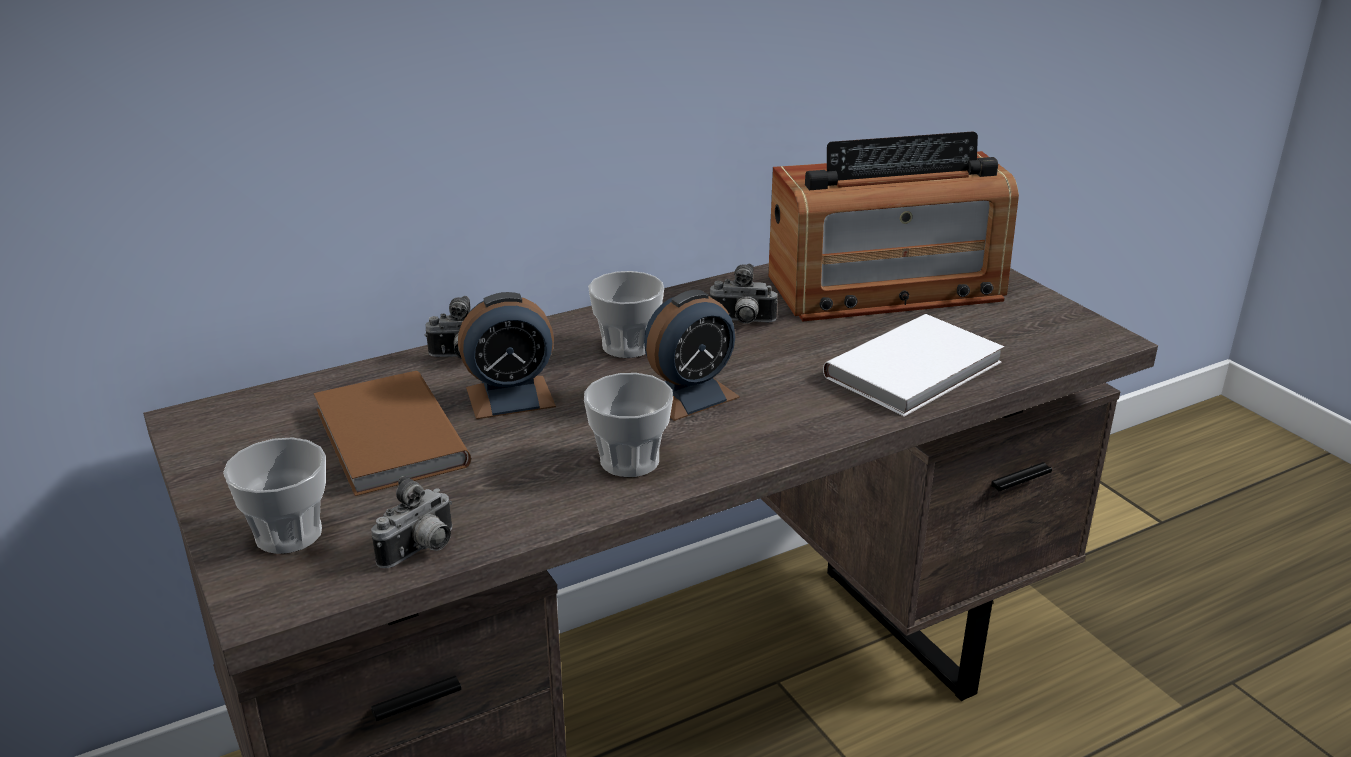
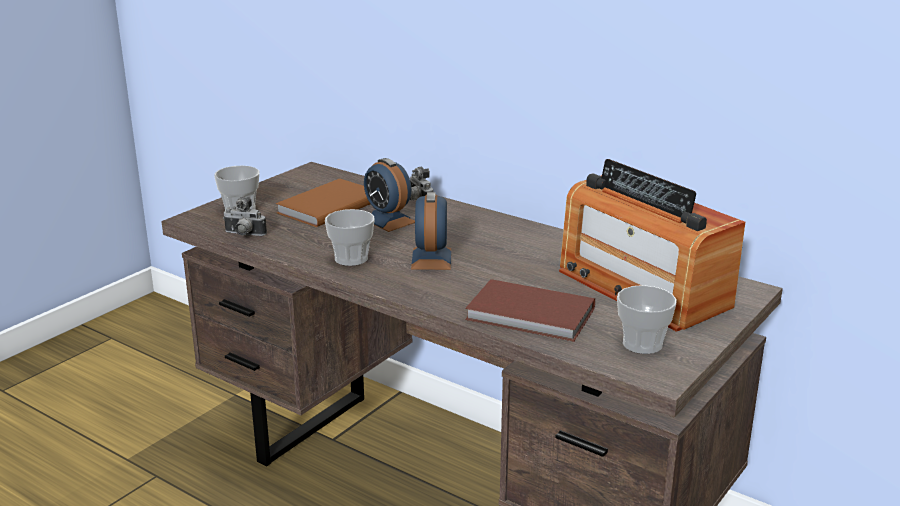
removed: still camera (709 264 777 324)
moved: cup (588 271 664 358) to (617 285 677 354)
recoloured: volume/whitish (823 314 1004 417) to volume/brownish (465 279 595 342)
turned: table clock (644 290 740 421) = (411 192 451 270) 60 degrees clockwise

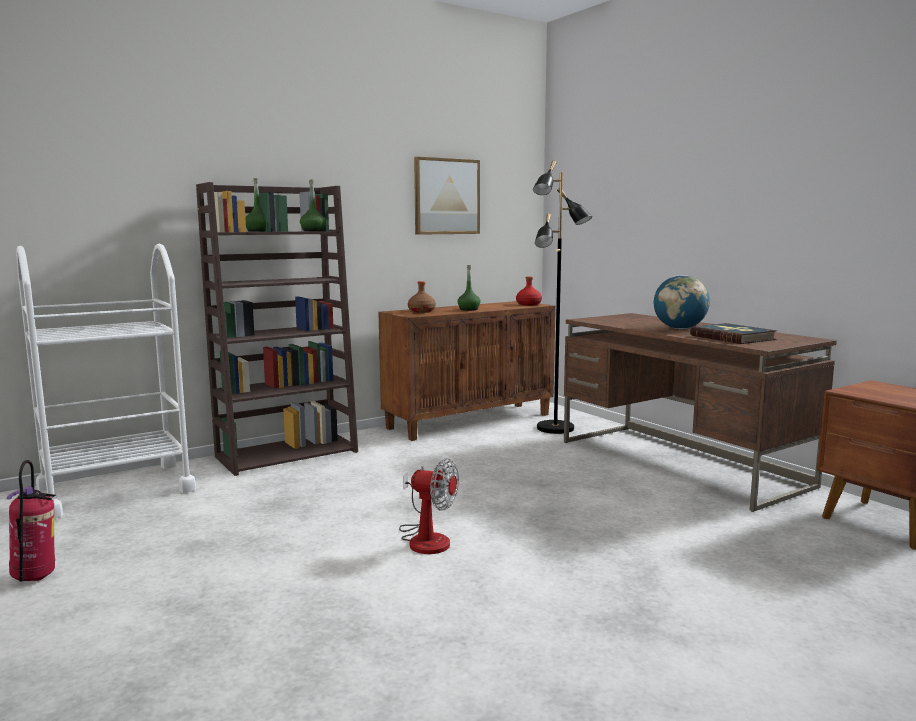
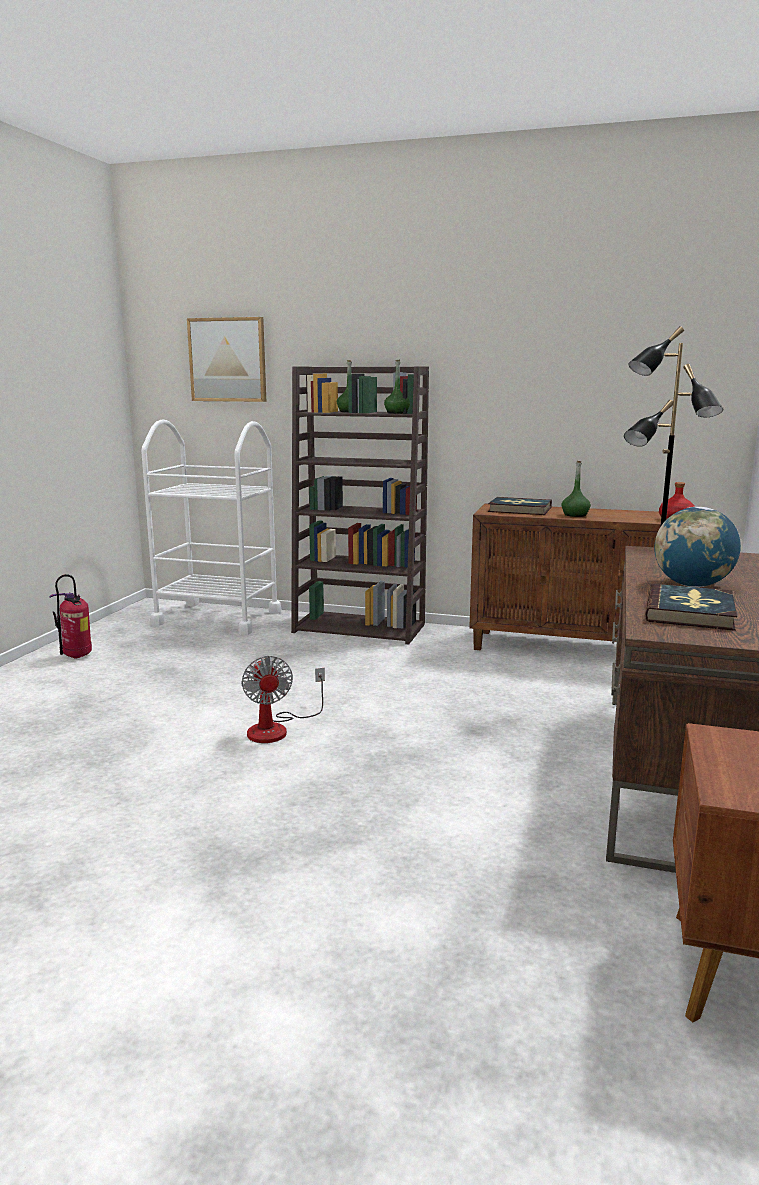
moved: wall picture (414 157 480 235) to (187 317 266 402)
replaced: drink bottle/brownish (408 281 436 313) to volume (488 497 552 515)

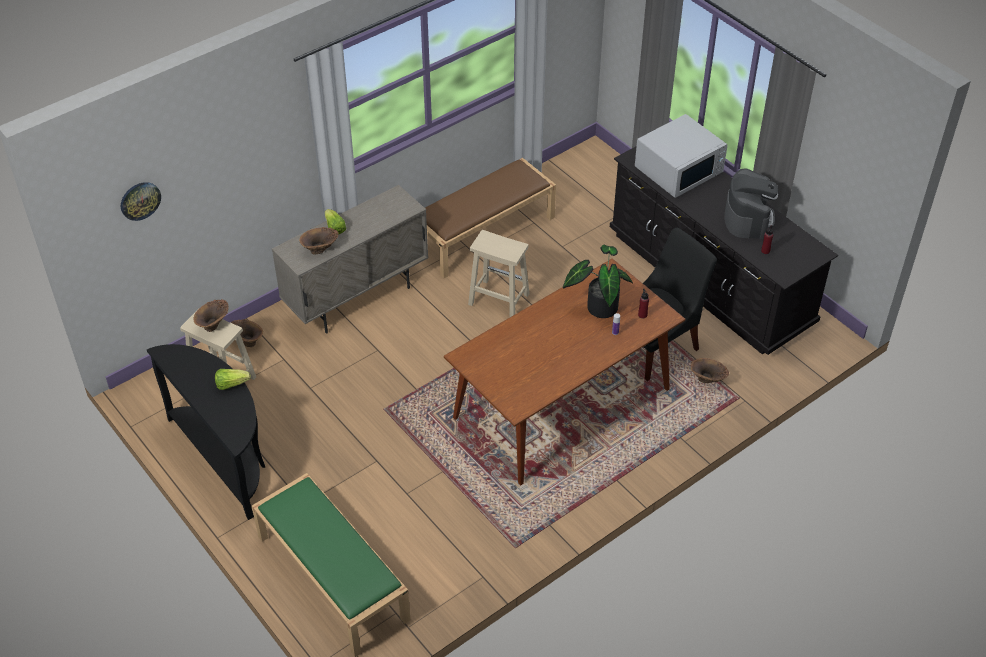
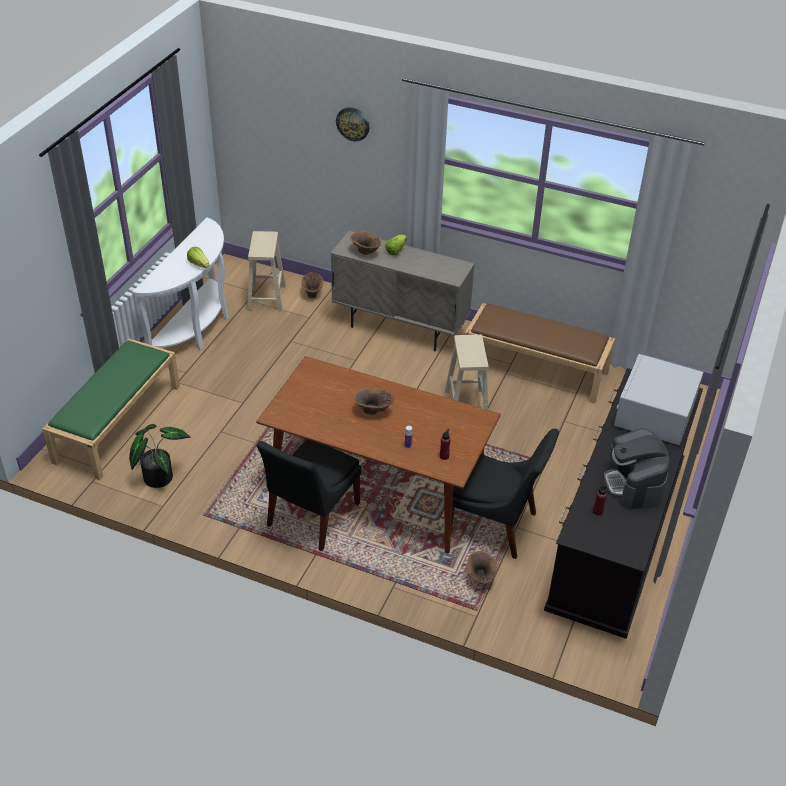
added: upright chair/black (256 439 361 551)
moved: potted plant (563 245 633 318) to (129 424 190 488); hanging clock (121 182 161 221) to (336 107 369 141); flower vase/brownish (193 299 229 332) to (354 388 395 415)
recoloured: hall table/black (147 344 265 520) to hall table/whitish (132 218 228 349)
turned: coffee machine (724 168 778 239) = (603 428 670 510) 105 degrees clockwise; kitchen microwave/whitish (635 114 728 198) = (614 354 703 446) 90 degrees clockwise

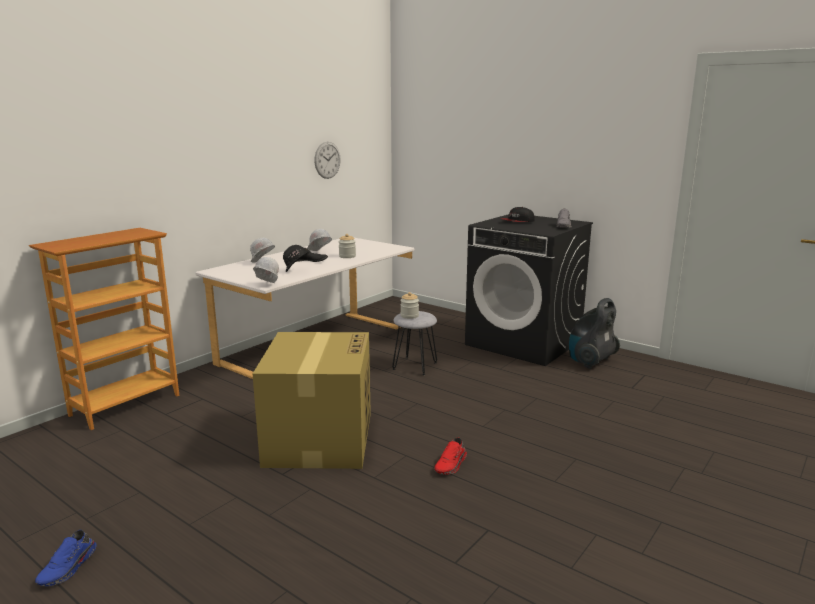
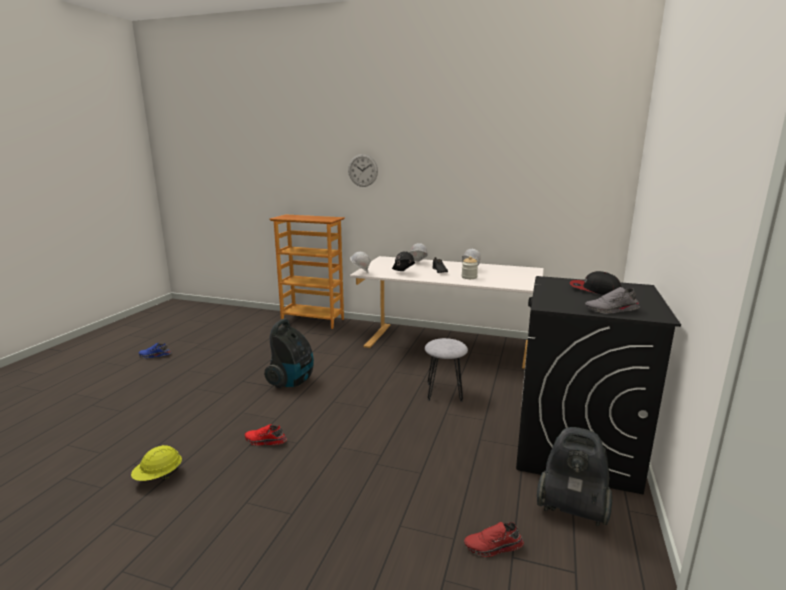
removed: storage jar (400 292 419 319)
added: work helmet/yellow-coloured (131 445 182 481); shoe/red-coloured (464 522 524 557)
moved: hanging clock (314 142 341 179) to (348 154 378 187)
replaced: carton (253 332 371 469) to vacuum cleaner (264 319 314 388)

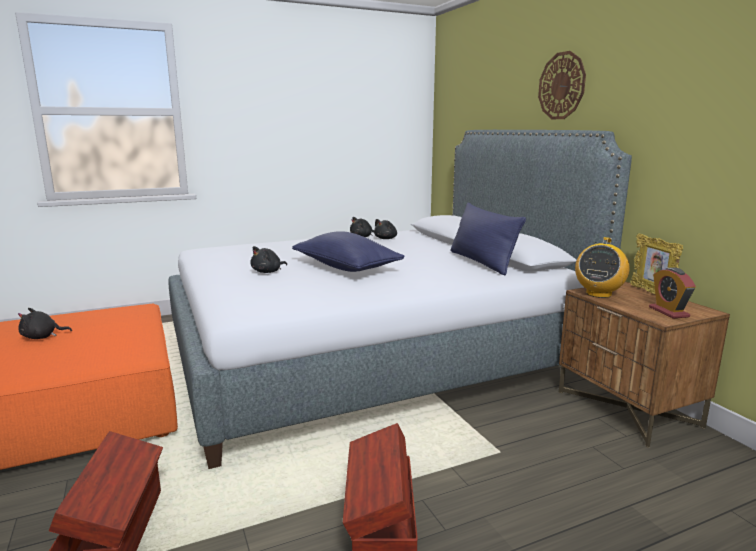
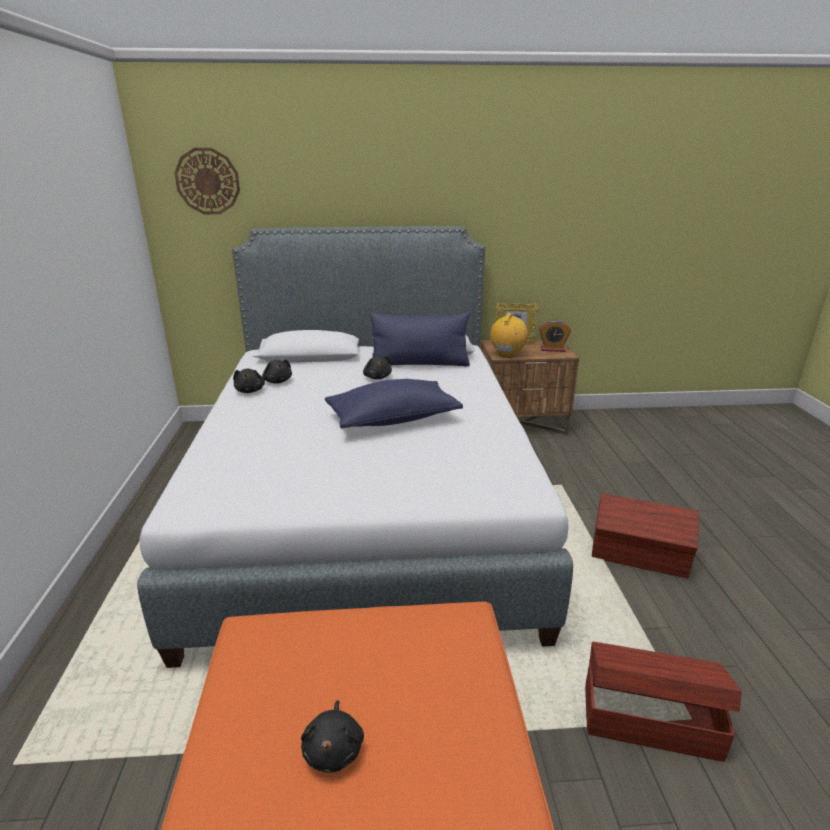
moved: hanging clock (538 51 586 119) to (174 148 240 214); cuddly toy/black (250 246 287 273) to (363 356 392 379)
turned: radio receiver (575 237 630 298) = (490 313 528 358) 120 degrees counterclockwise

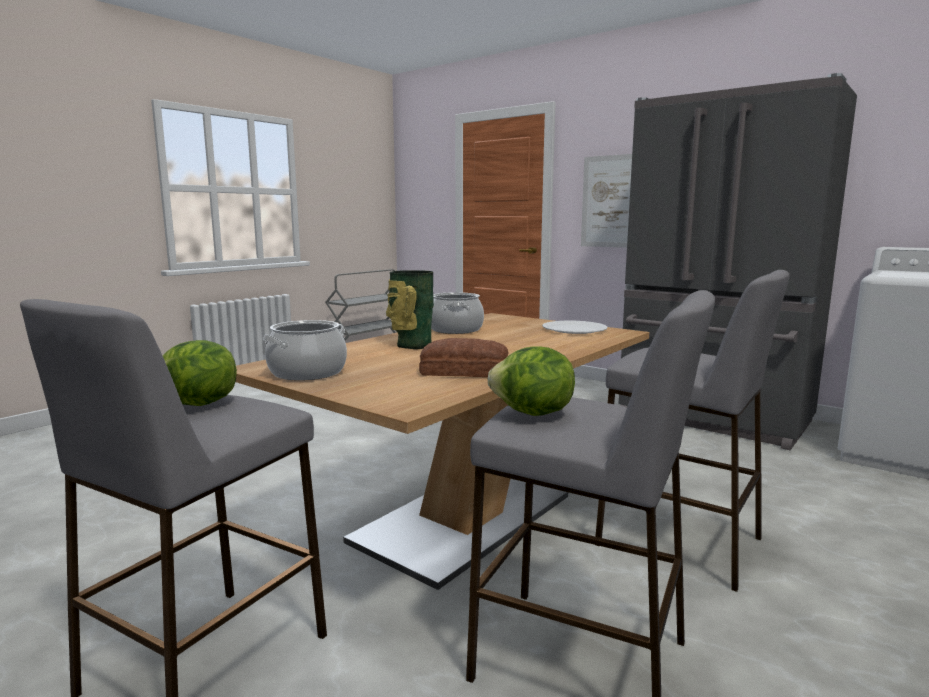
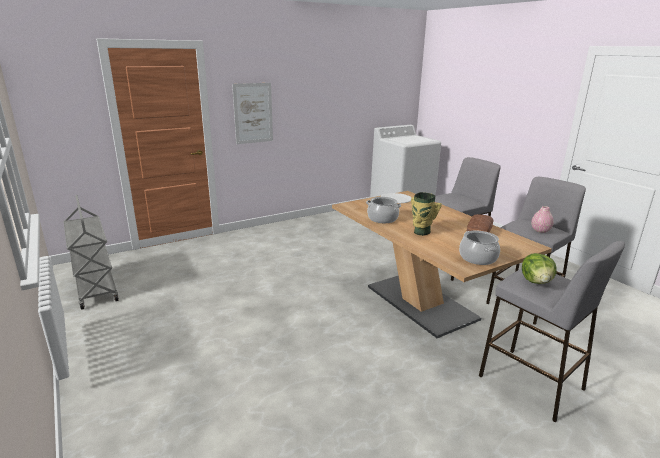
removed: refrigerator/greyish (619 73 857 450)
replaced: lettuce head (488 346 575 416) to flower vase/pink (531 206 554 233)

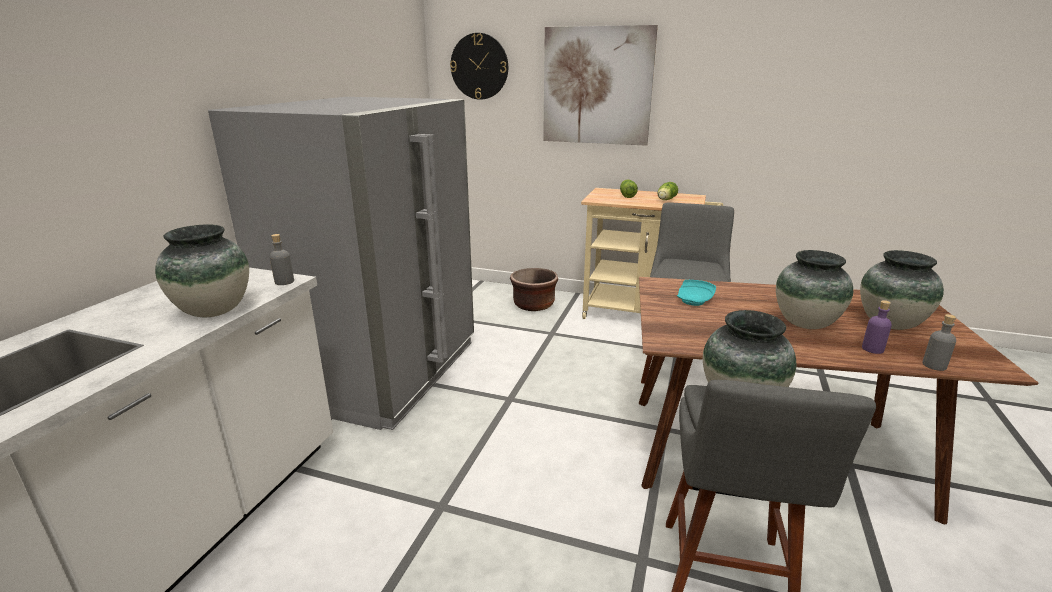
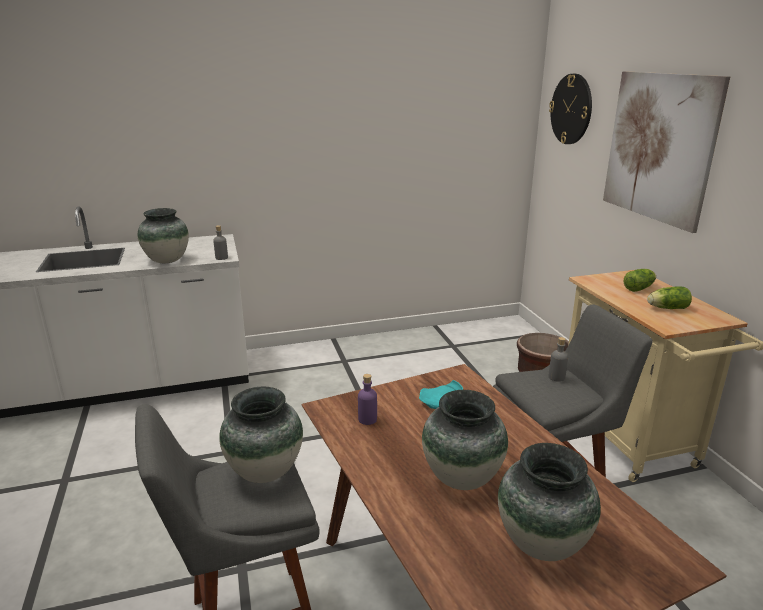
removed: refrigerator/greyish (208 97 474 430)
moved: drink bottle/purplish (862 300 892 354) to (358 374 377 425); drink bottle/greyish (922 314 956 371) to (549 337 568 382)

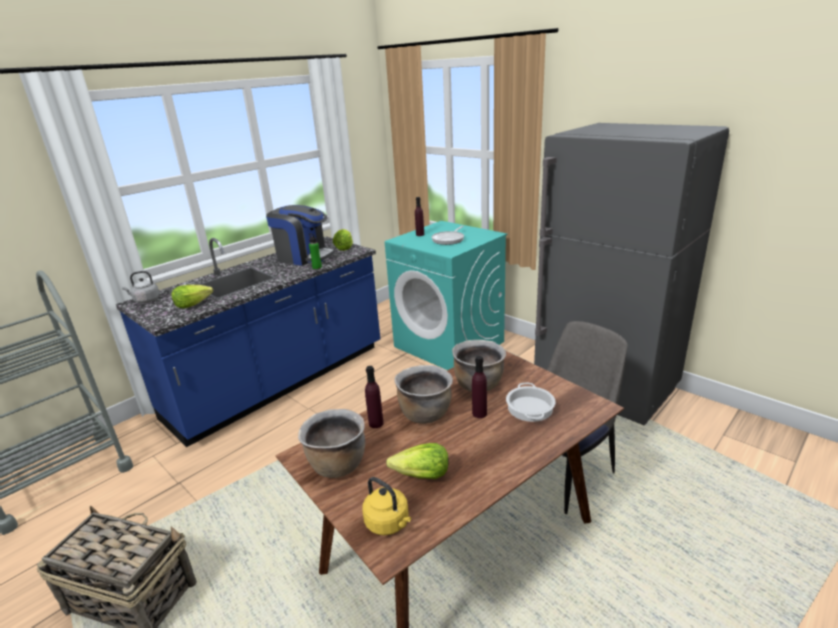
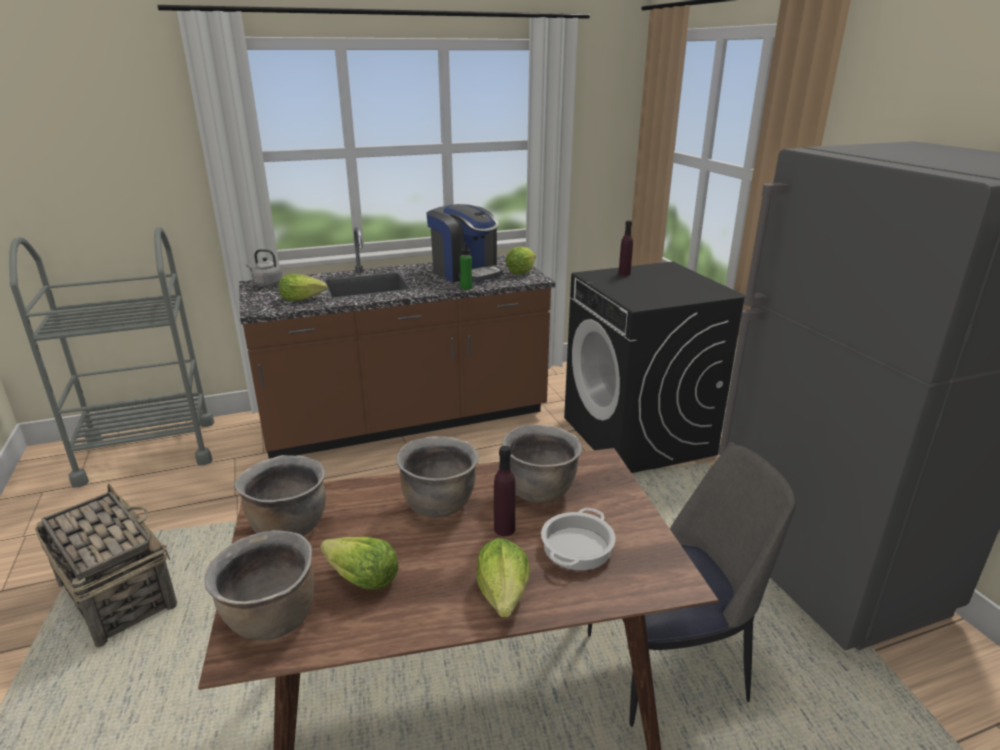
removed: drink bottle/purplish (365 366 384 428); frying pan (431 226 464 245)
added: lettuce head (476 538 530 617)
replaced: tea kettle/yellow-coloured (362 477 411 535) to stockpot/brownish (204 530 314 641)
recoloured: kitchen base unit/blue (116 237 380 447) to kitchen base unit/brownish (239 227 555 459); laundry appliance/turquoise-coloured (385 221 507 370) to laundry appliance/black (564 262 745 473)

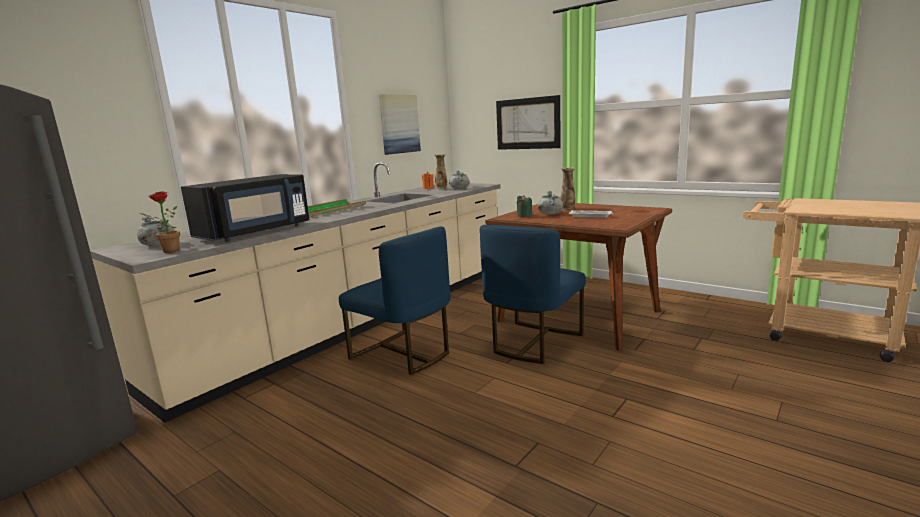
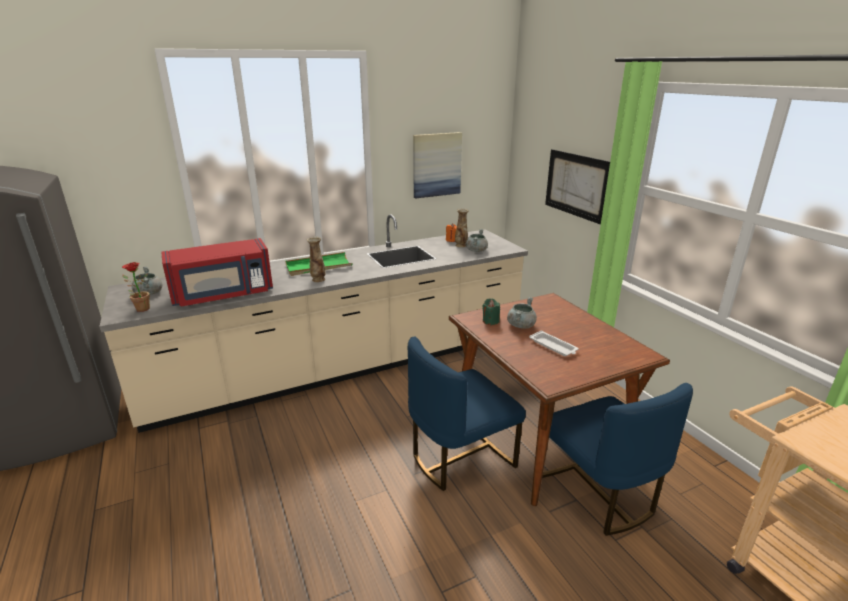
moved: flower vase (560 167 575 211) to (306 236 325 282); upright chair/blue (339 226 450 375) to (542 383 693 536)
recoloured: kitchen microwave/black (181 174 310 242) to kitchen microwave/red-coloured (161 238 273 306)

